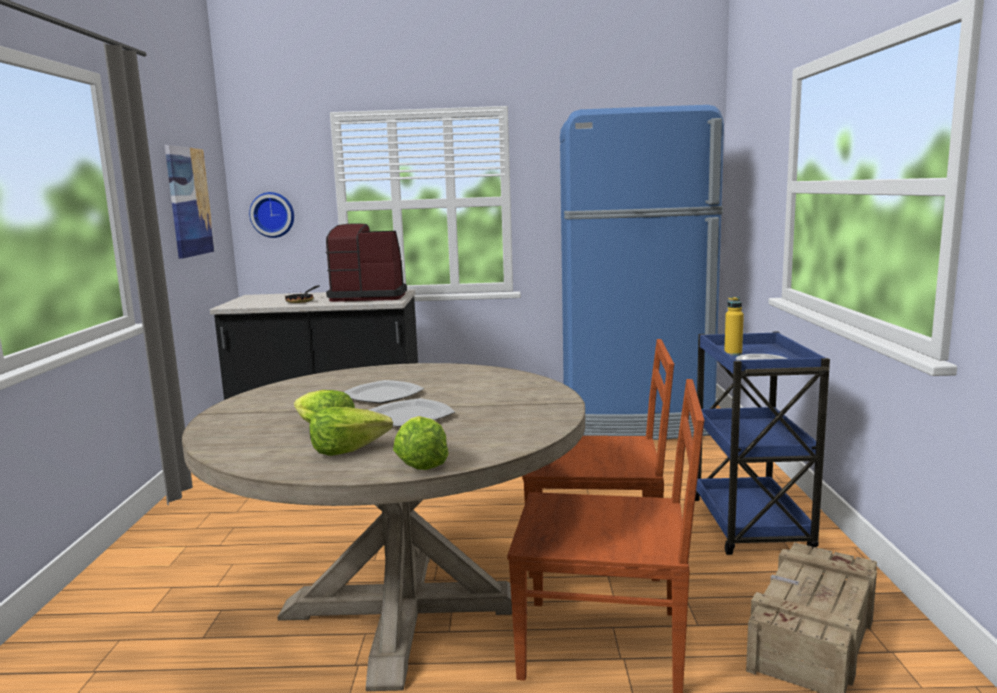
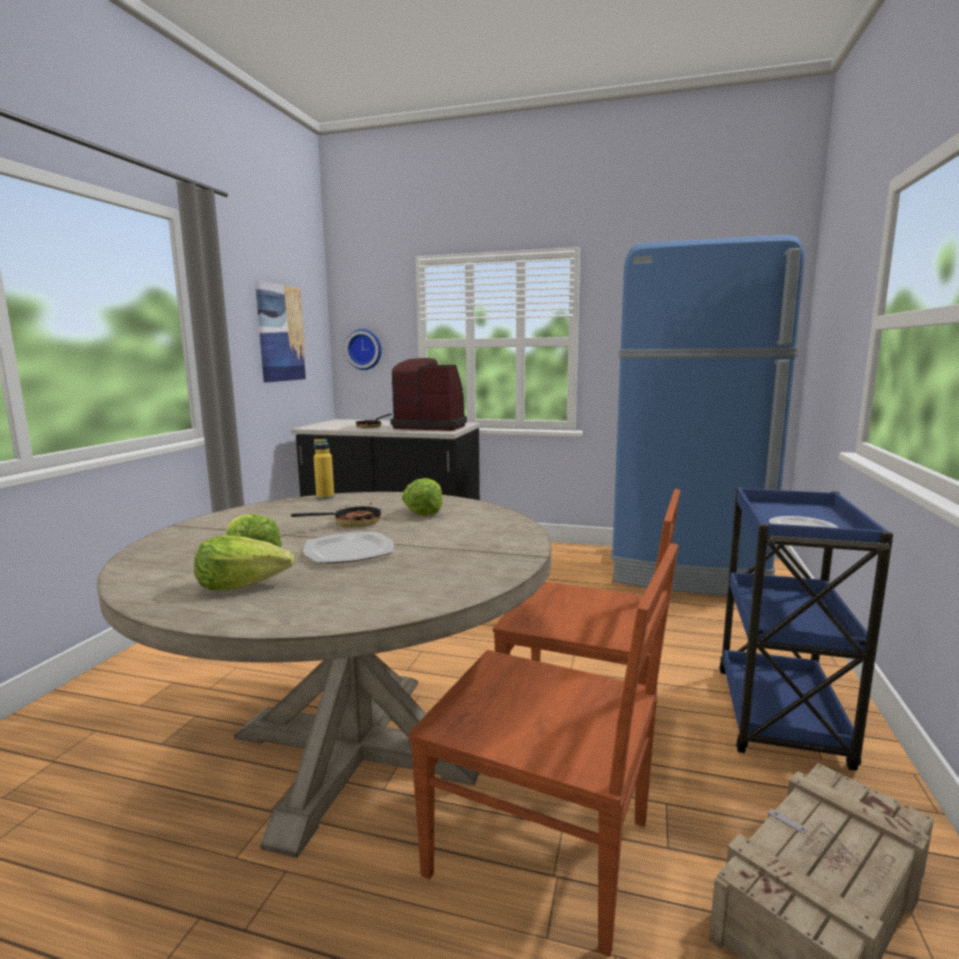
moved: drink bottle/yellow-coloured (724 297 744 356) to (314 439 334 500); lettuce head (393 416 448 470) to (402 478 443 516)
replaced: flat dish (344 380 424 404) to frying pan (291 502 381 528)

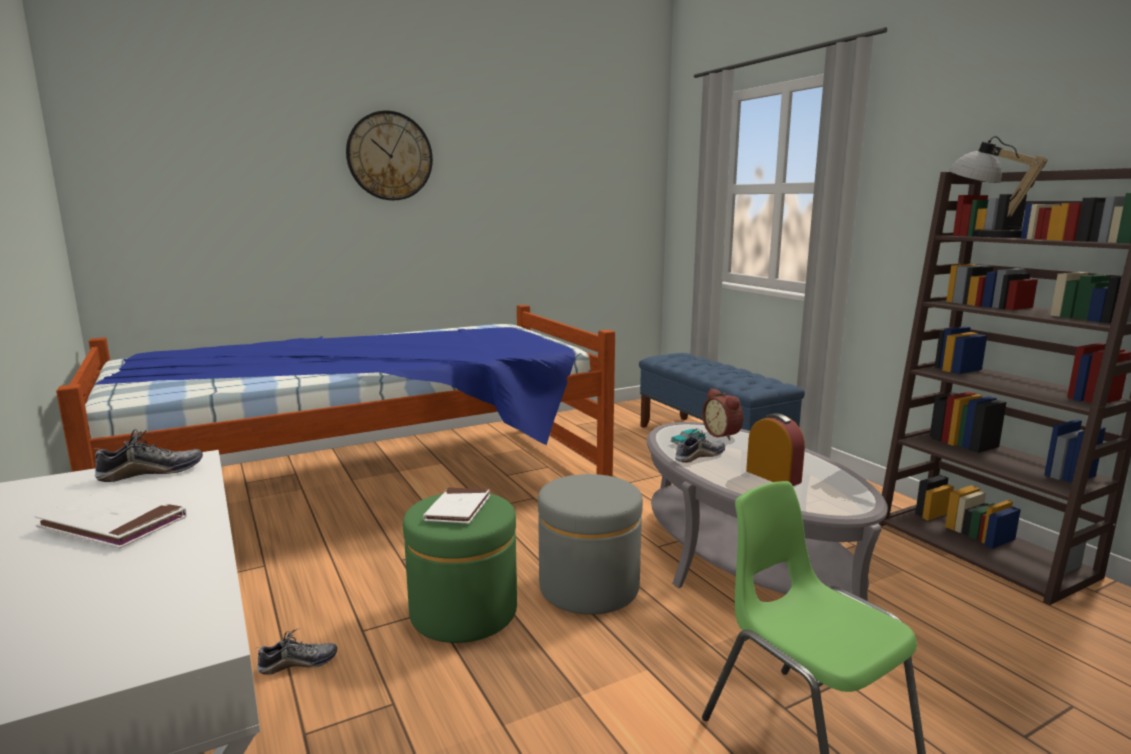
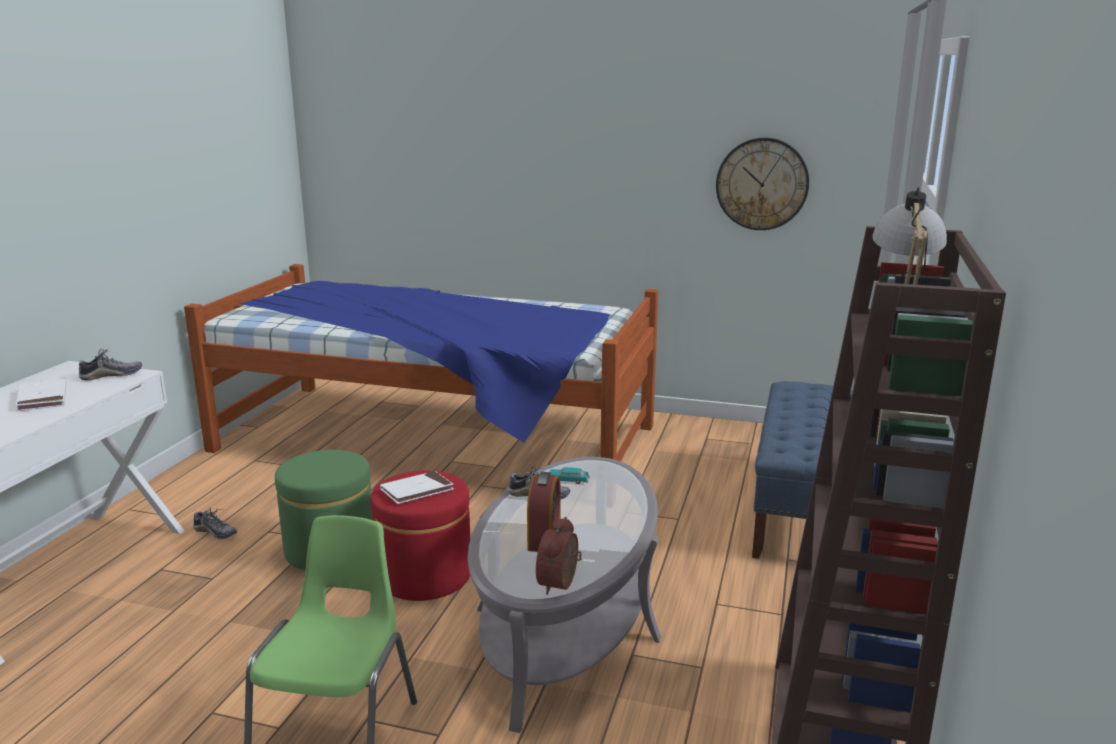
moved: volume/whitish (423 488 490 524) to (380 471 454 504); table clock (702 388 743 441) to (536 517 582 595); hanging clock (346 110 433 200) to (716 138 809 230)
recoloured: pouffe/greyish (538 474 643 615) to pouffe/red-coloured (371 470 470 601)
turned: shoe (93 429 203 482) = (79 349 142 381) 45 degrees counterclockwise

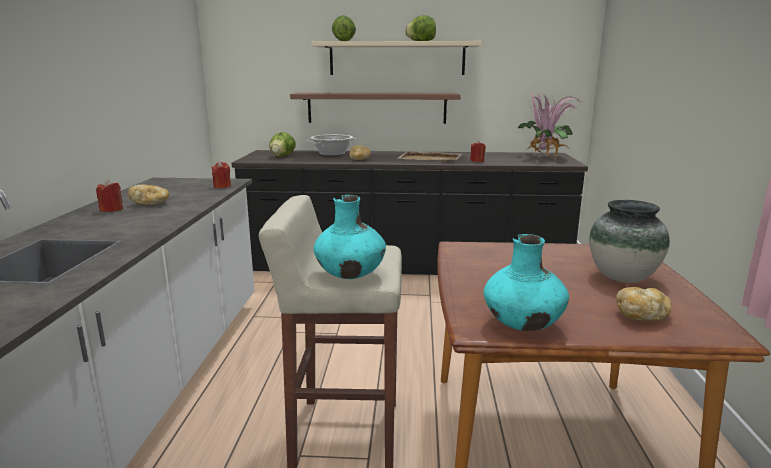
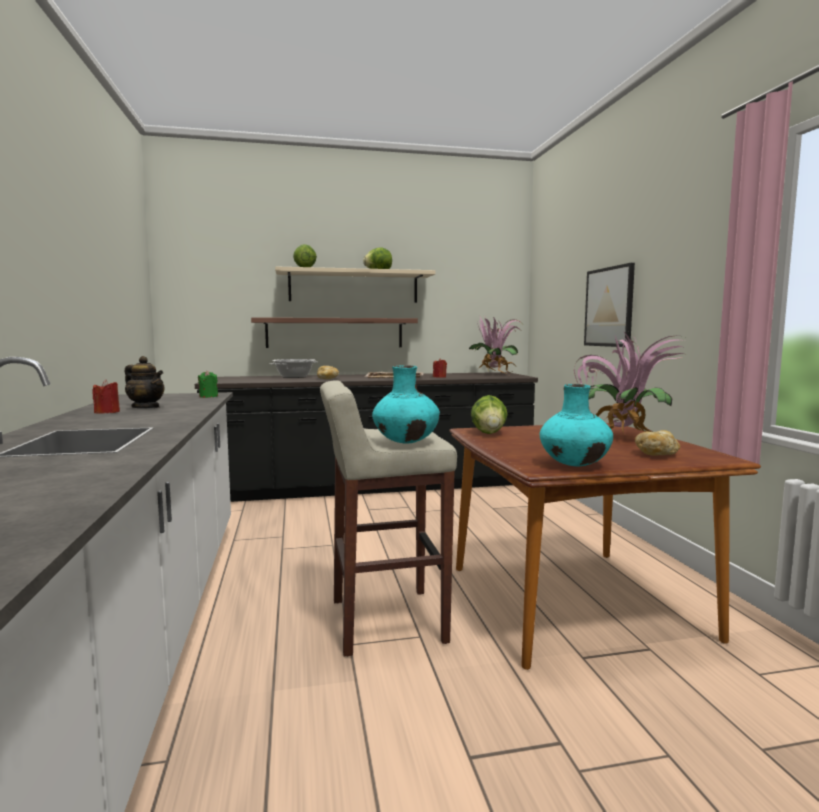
added: wall picture (584 263 635 347)
moved: lettuce head (269 132 296 157) to (471 395 508 434)
replaced: baked bread (128 184 169 205) to pot for tea (125 356 164 408); flower vase (589 200 670 283) to potted plant (574 331 684 433)
recoloured: wax light/red-coloured (211 161 231 188) to wax light/greenish (198 370 218 398)

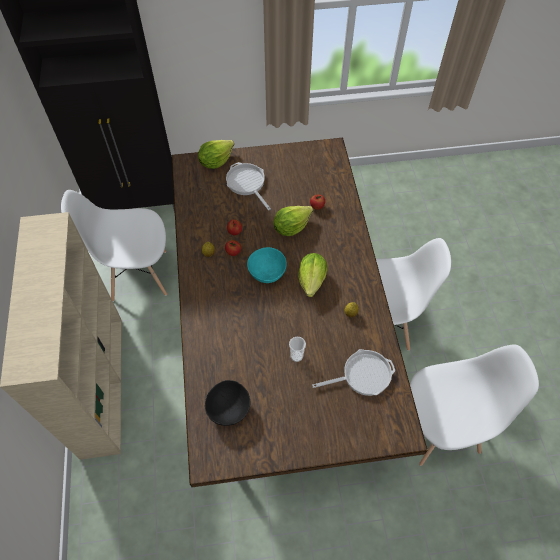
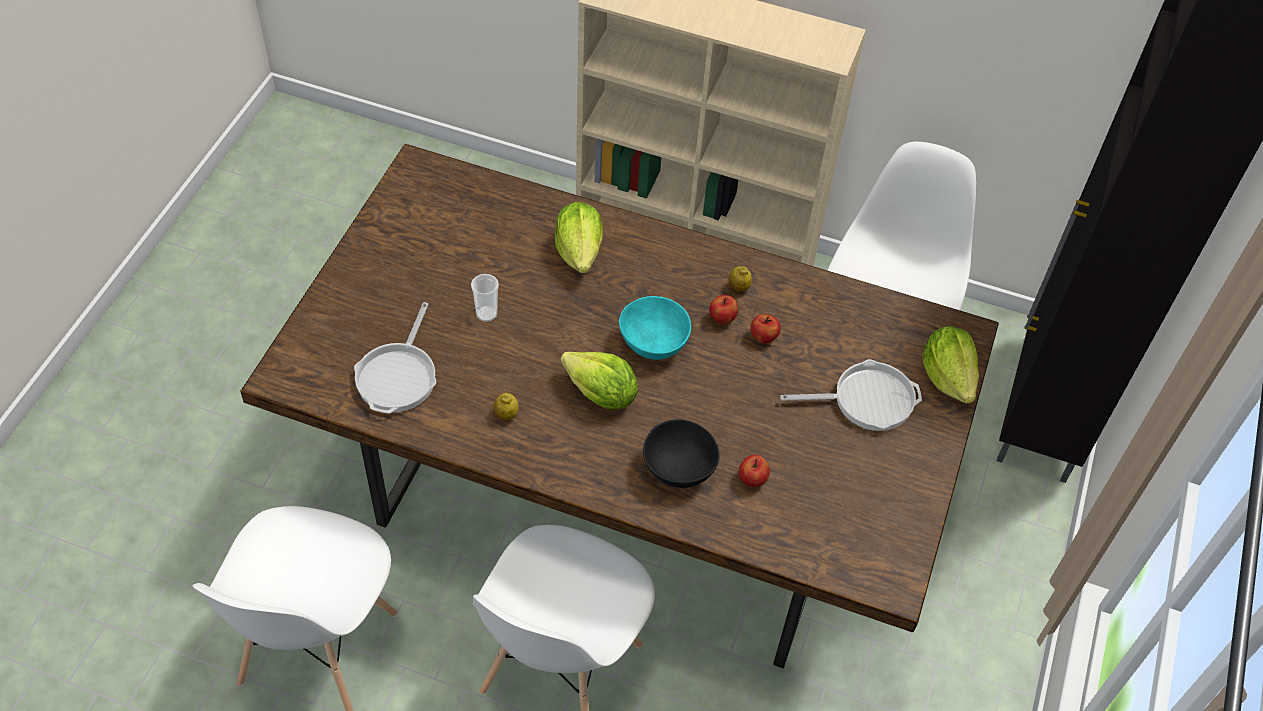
moved: lettuce head (273 206 313 236) to (555 202 603 273); bowl/black (205 380 250 426) to (643 419 720 488)

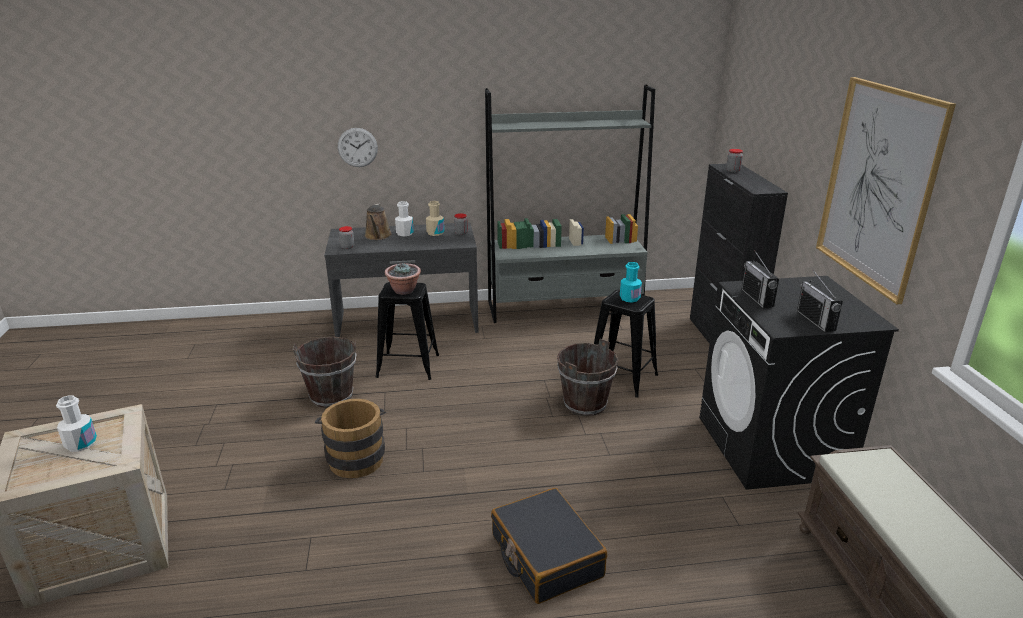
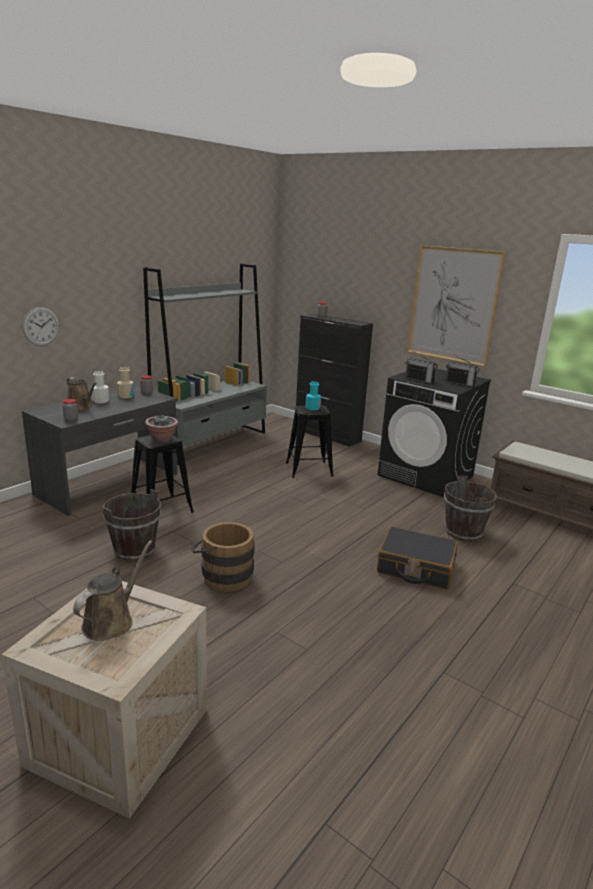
moved: water bucket/brownish (557 339 619 416) to (444 476 497 541)
replaced: drink bottle/whitish (56 395 97 452) to watering pot/brownish (73 540 153 641)

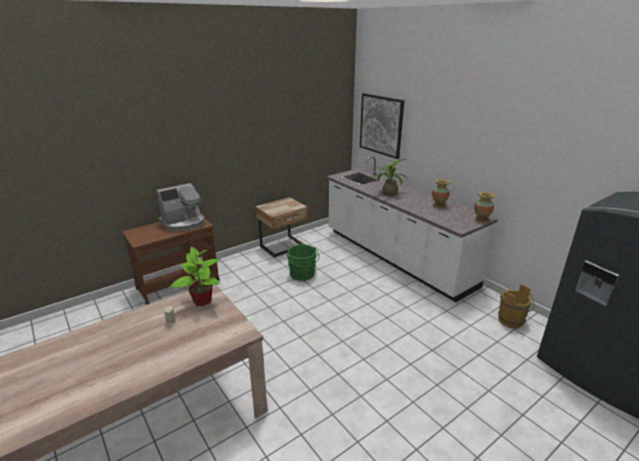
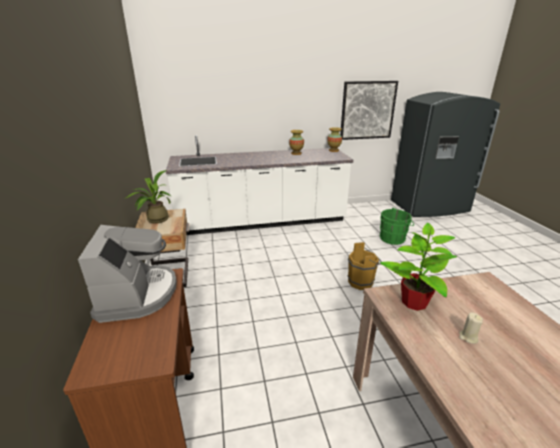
moved: potted plant (371 159 408 196) to (124 170 171 223); wall picture (360 93 404 159) to (340 81 398 140); water bucket/brownish (498 284 534 329) to (348 242 382 290); water bucket/greenish (287 244 319 281) to (380 208 414 245)

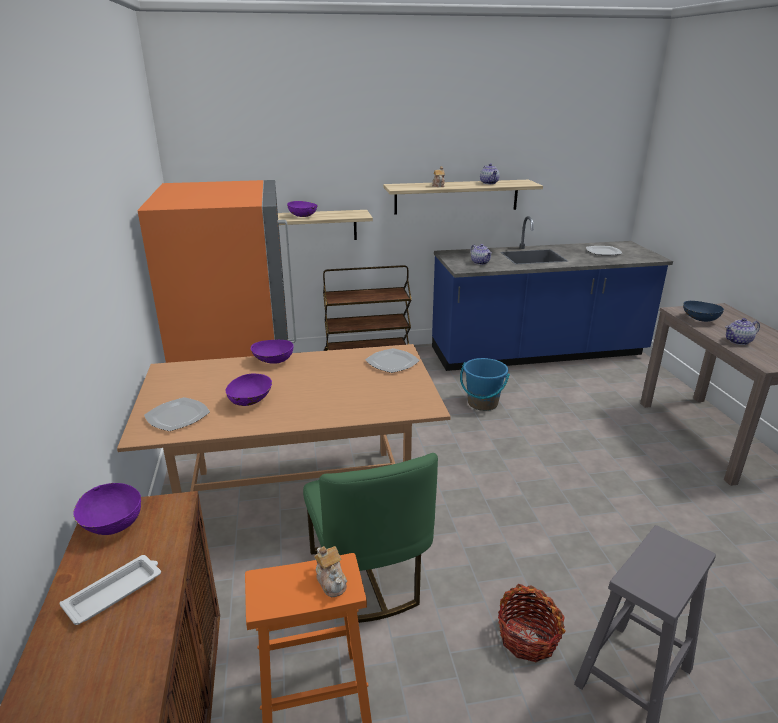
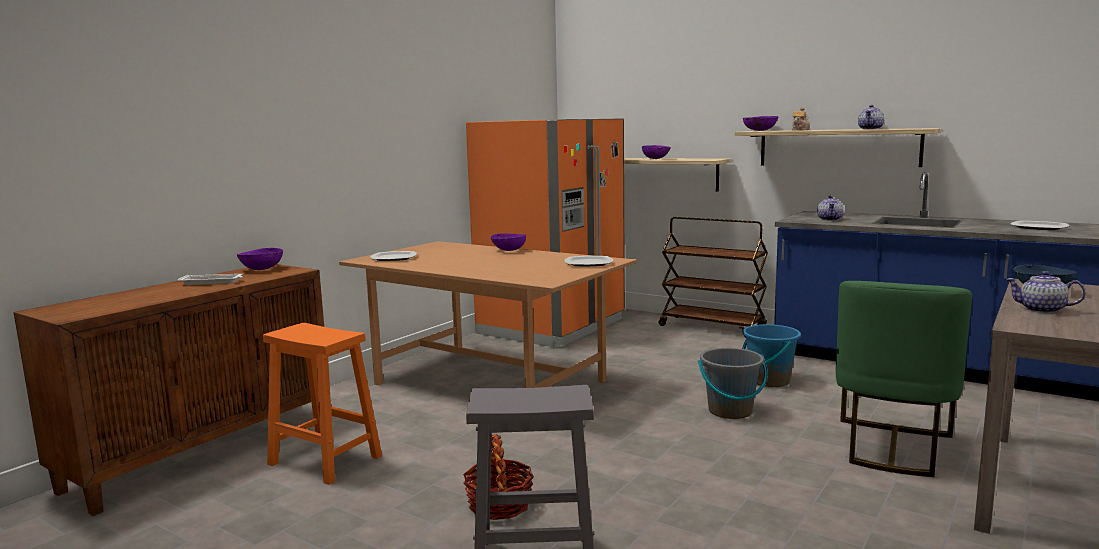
removed: pot for tea (314 546 347 597)
added: water bucket/greyish (698 348 768 419)
moved: bowl/purplish (226 374 272 406) to (743 116 778 131); upright chair/greenish (303 453 438 623) to (836 281 972 477)

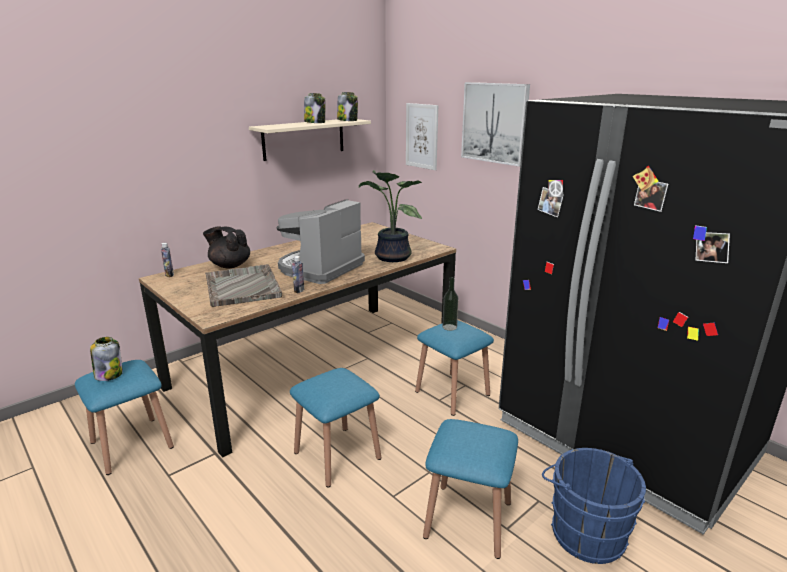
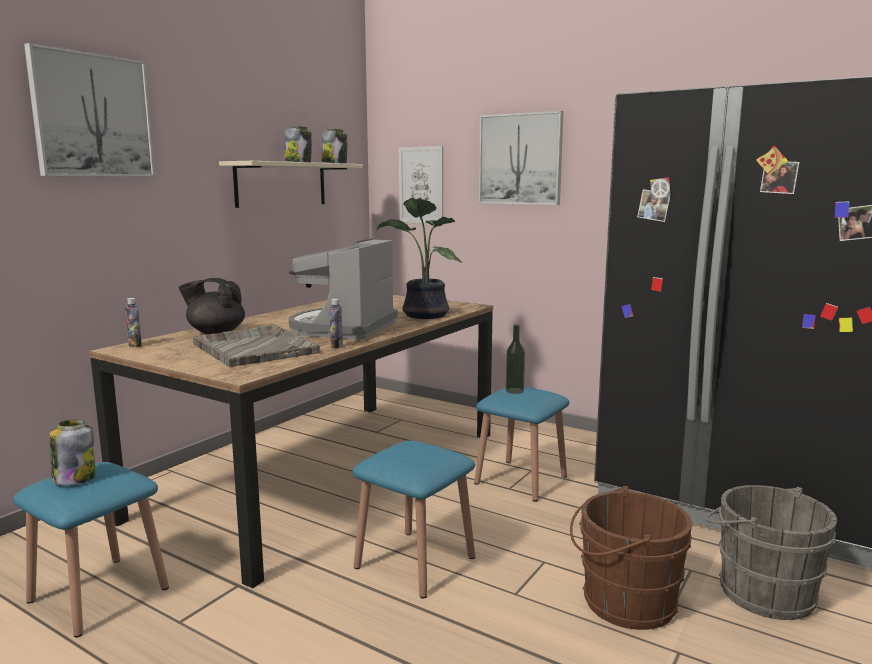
added: wall picture (24 43 155 177)
replaced: stool seat/blue (423 419 518 559) to water bucket/brownish (570 486 692 630)
recoloured: water bucket/blue (542 448 646 564) to water bucket/greyish (705 485 837 620)

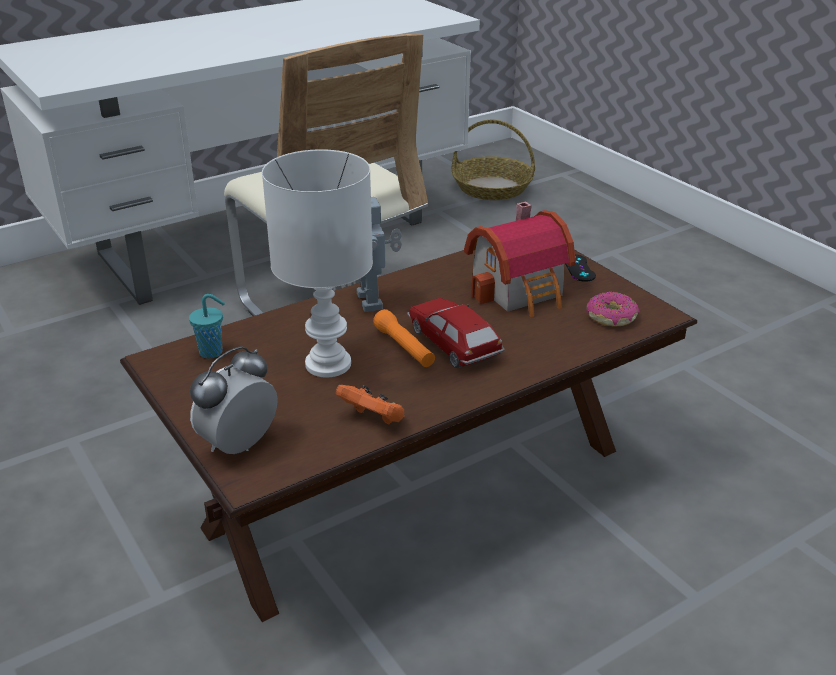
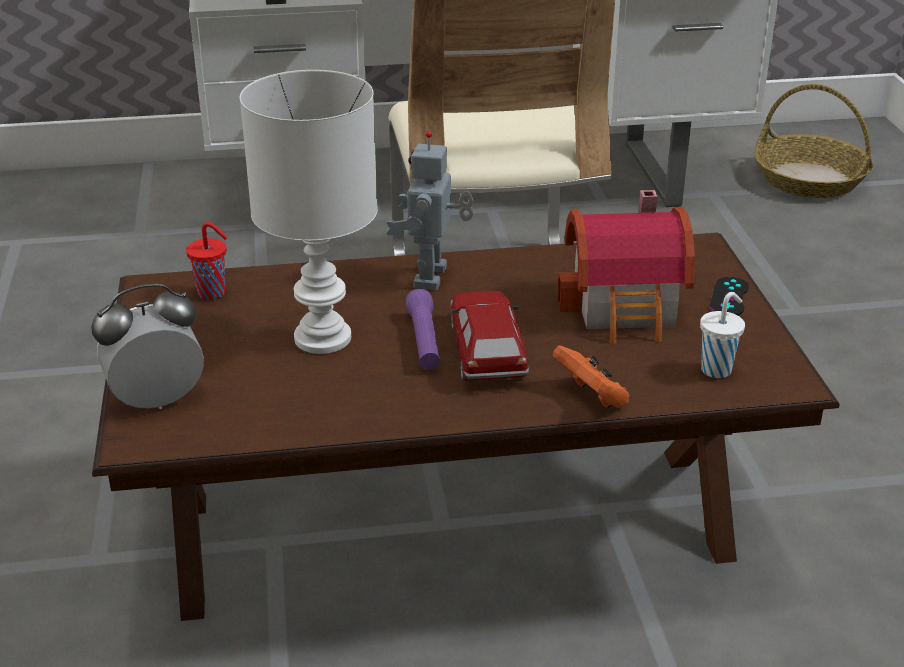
moved: gamepad/orange (335 385 405 425) to (552 345 629 408)
replaced: doughnut (587 292 639 327) to cup/whitish (700 292 745 378)
recoloured: cup/turquoise-coloured (189 294 225 359) to cup/red-coloured (186 222 228 300); torch/orange (373 309 435 367) to torch/purplish (406 289 440 370)

